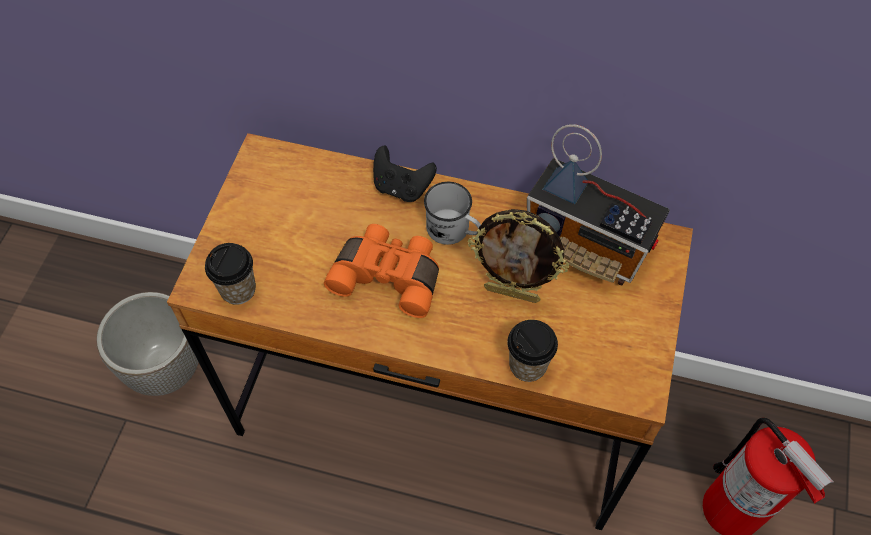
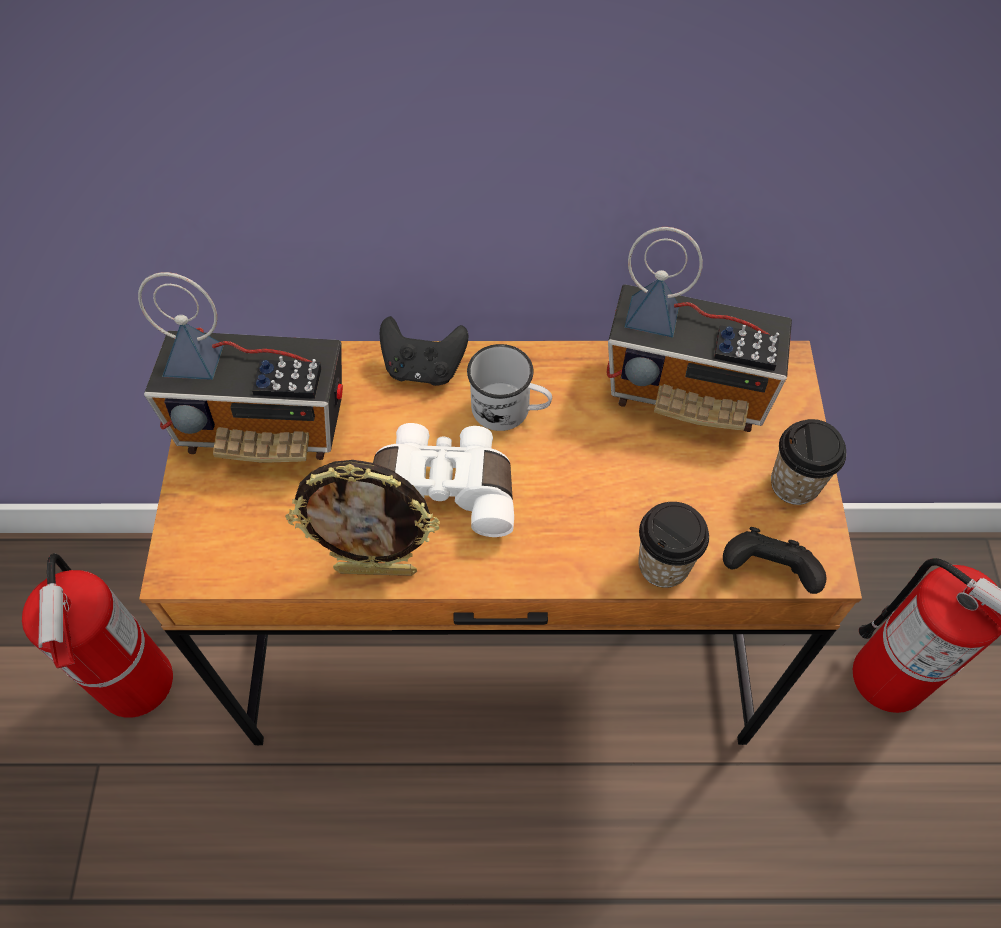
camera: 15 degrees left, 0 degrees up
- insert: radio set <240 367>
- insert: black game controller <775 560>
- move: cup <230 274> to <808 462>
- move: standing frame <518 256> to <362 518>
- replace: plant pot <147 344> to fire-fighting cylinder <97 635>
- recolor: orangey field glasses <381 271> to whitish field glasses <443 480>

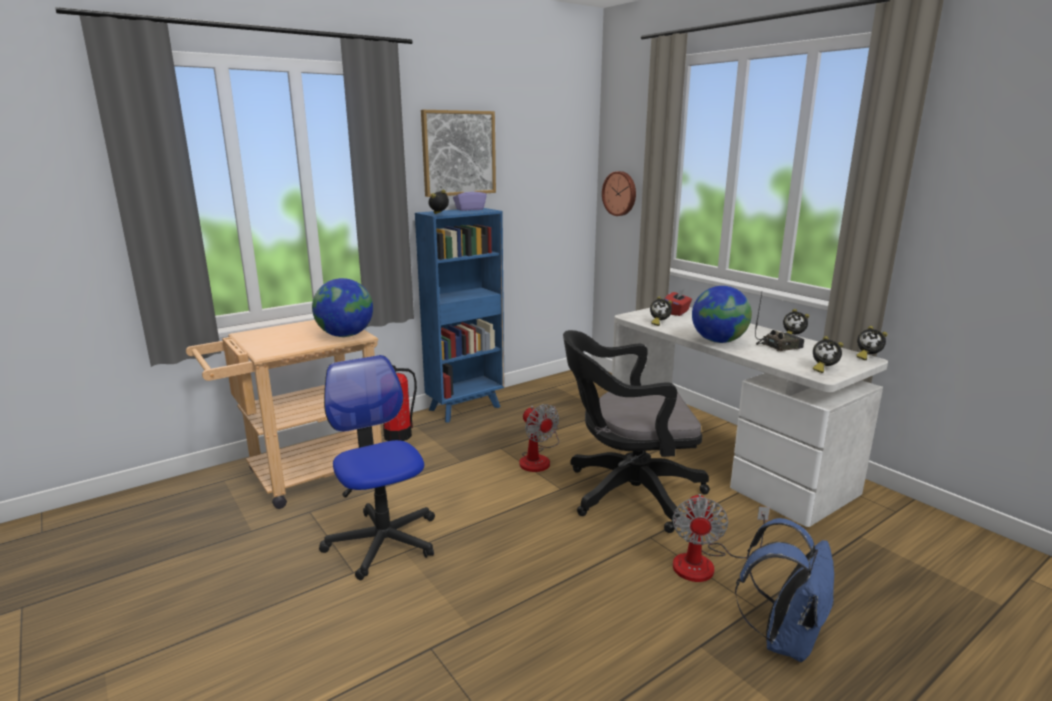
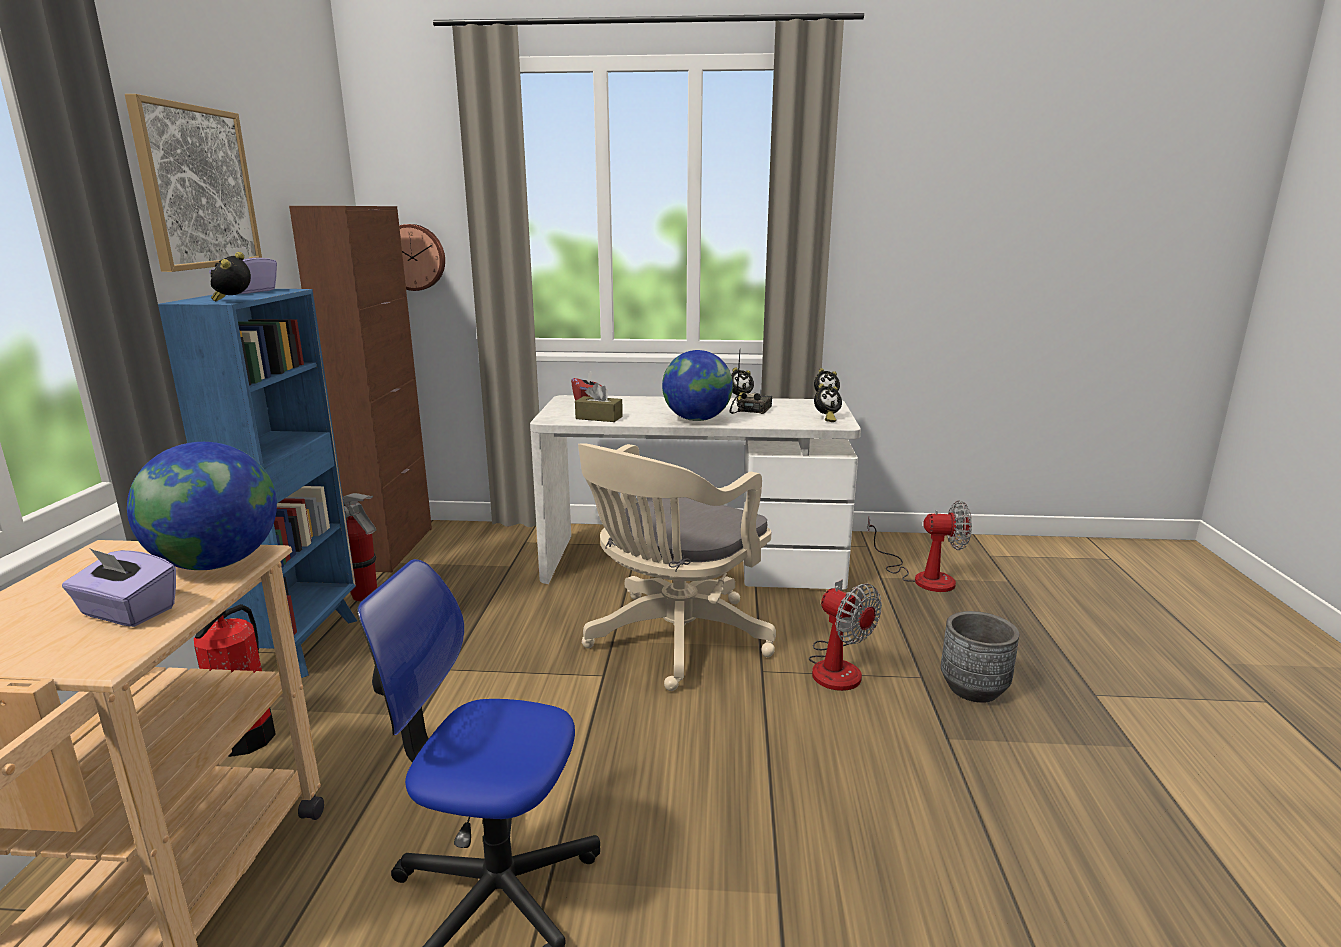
camera: 50 degrees left, 0 degrees up
- insert: purple-coloured tissue box <119 587>
- insert: brown cabinet <360 389>
- insert: fire-fighting cylinder <360 547>
- move: electric fan <539 438> to <919 546>
- replace: alarm clock <661 311> to brown tissue box <599 402>
- replace: bluish knapsack <784 590> to greyish plant pot <980 657>
- recolor: black computer chair <636 431> to sand-coloured computer chair <677 567>

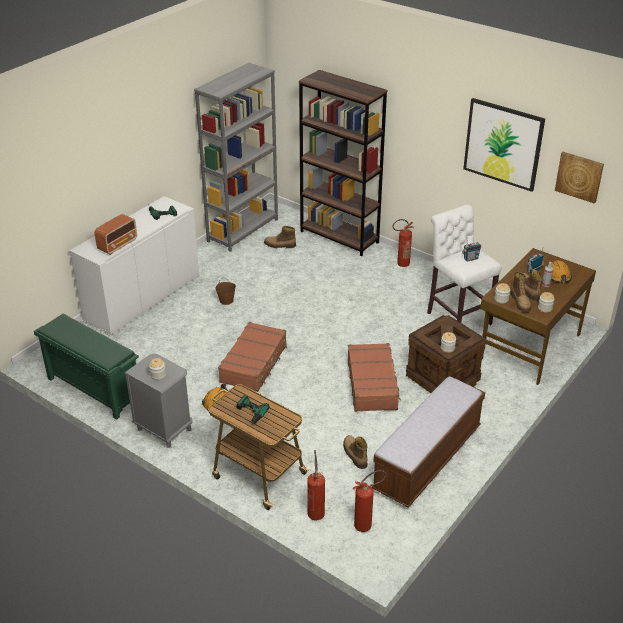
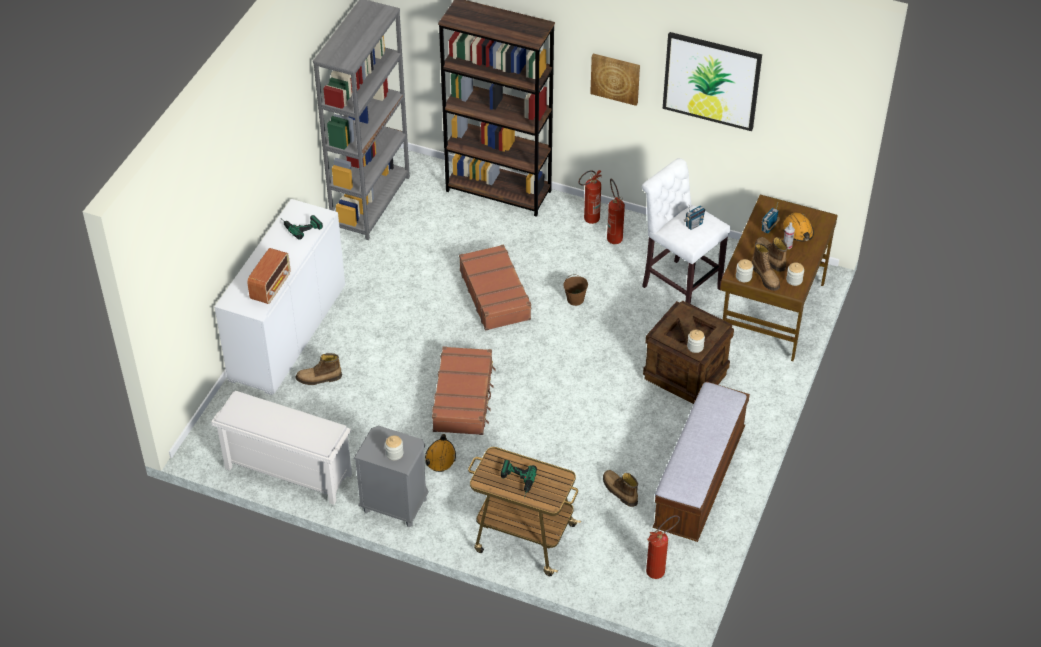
camera: 15 degrees left, 10 degrees up
- move: brown water bucket <225 291> to <576 290>
- move: boot <280 237> to <319 369>
- move: fire-fighting cylinder <316 485> to <616 211>
- move: brown travel case <374 377> to <495 287>
- move: wall picture <579 178> to <615 79>
- recolor: green shoe stand <86 367> to whitish shoe stand <281 448>

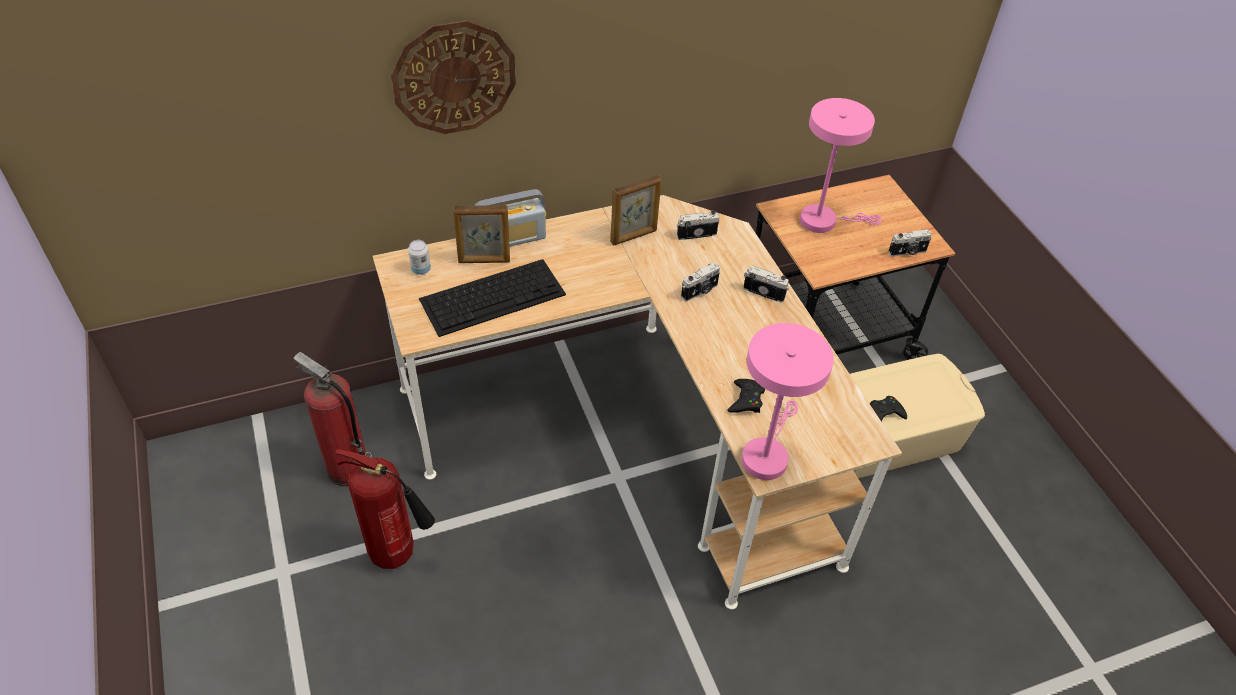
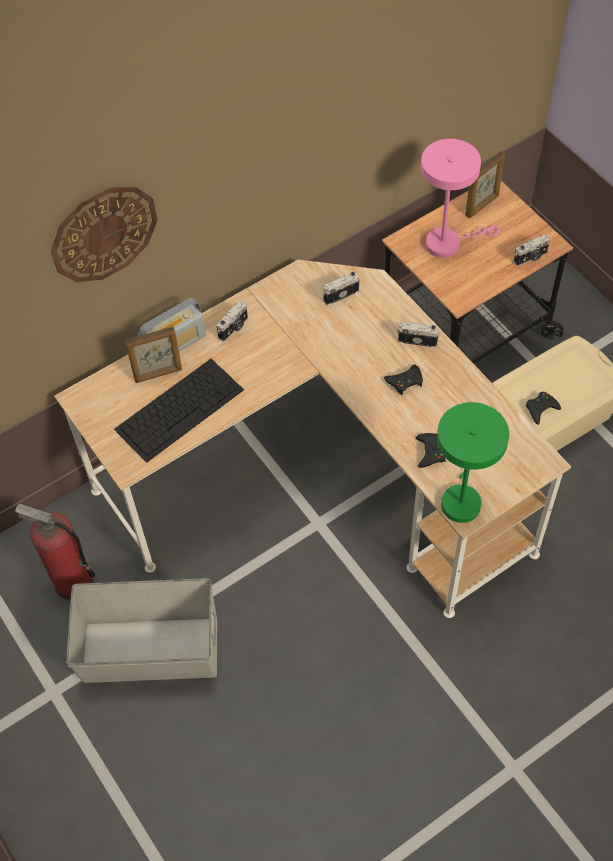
camera: 10 degrees left, 10 degrees up
- delete: can <419 257>
- insert: black game controller <403 379>
- move: standing frame <635 210> to <485 184>
- move: still camera <700 282> to <232 321>
- replace: fire-fighting cylinder <385 509> to greyish storage container <141 630>
- recolor: pink-coloured tabletop lamp <787 401> to green tabletop lamp <473 462>

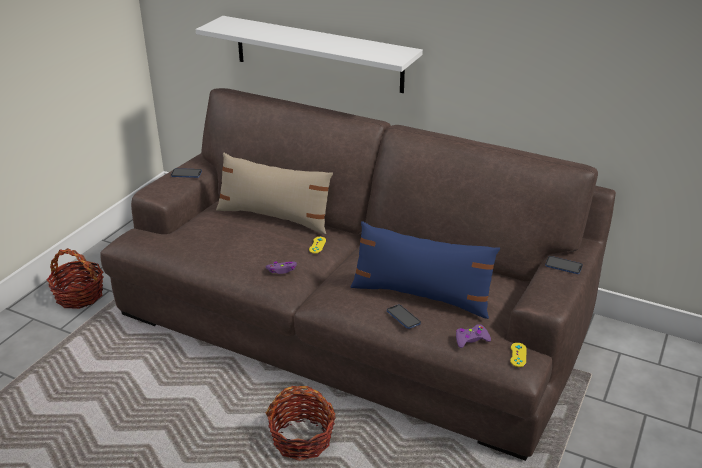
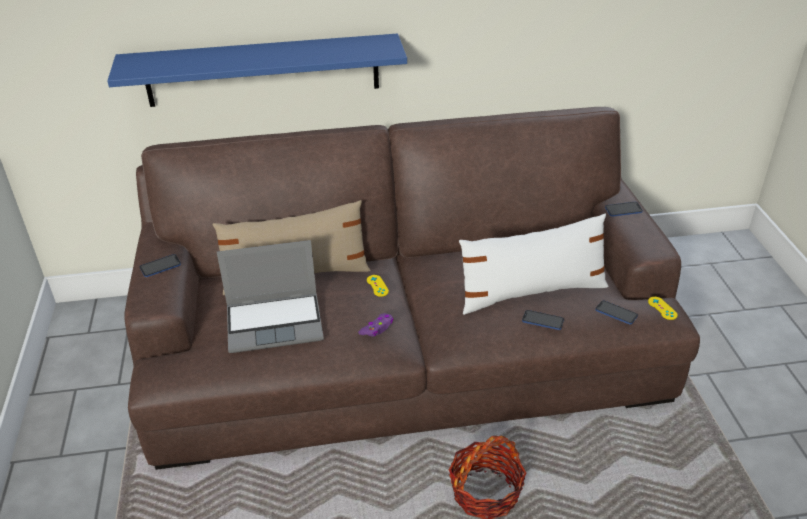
camera: 35 degrees left, 5 degrees up
- delete: household basket <75 278>
- insert: laptop <270 296>
- replace: purple-coloured game controller <473 336> to phone <616 312>
- recolor: whitish bracket shelf <309 54> to bluish bracket shelf <257 70>
- recolor: bluish pillow <425 270> to whitish pillow <534 264>

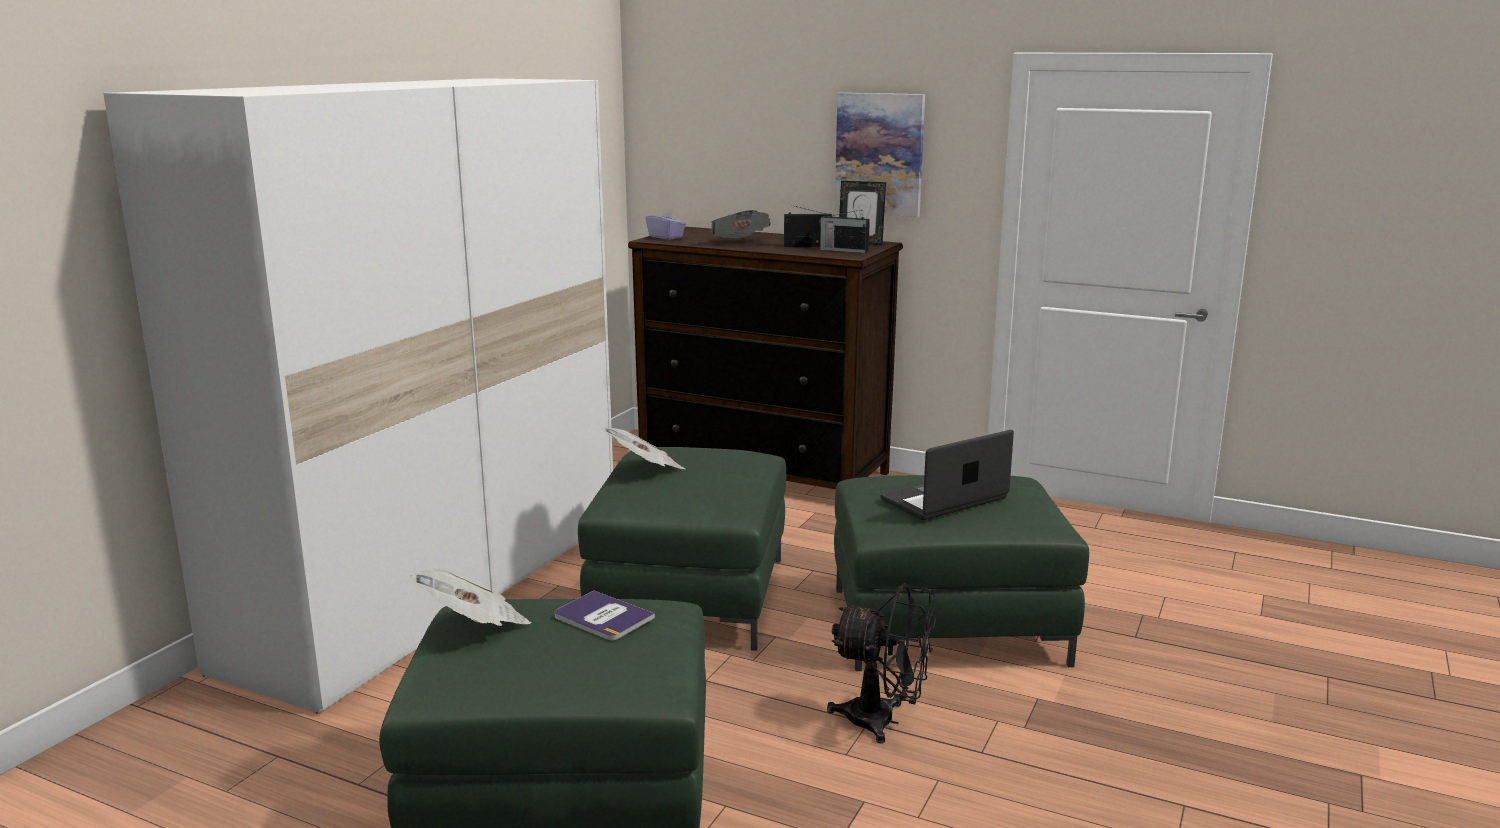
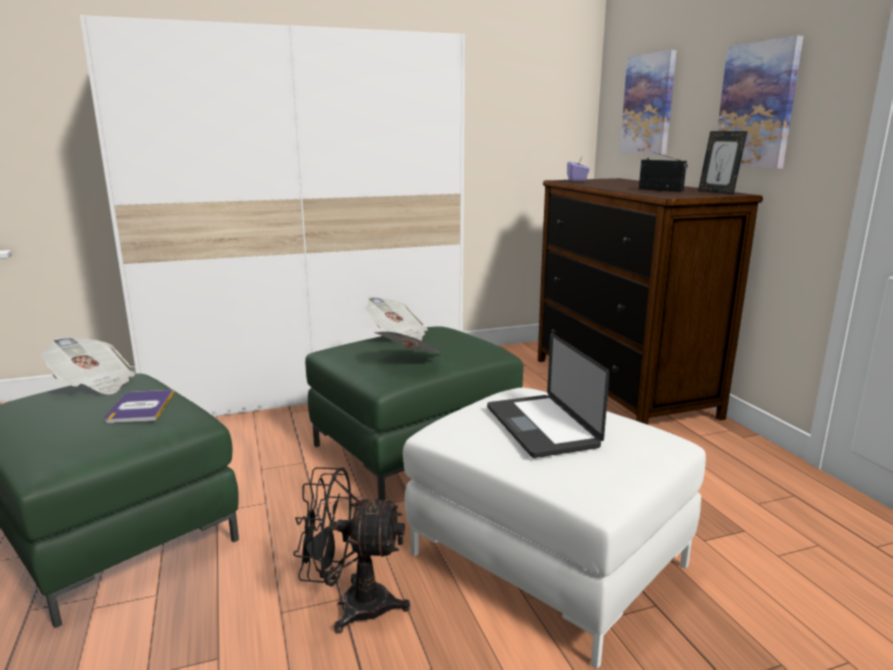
camera: 45 degrees right, 0 degrees up
- delete: radio set <844 231>
- insert: wall picture <648 102>
- move: newspaper <741 224> to <408 342>
- recolor: green ottoman <961 573> to whitish ottoman <554 528>
- rotate: black electric fan <881 663> = <351 550> 120 degrees clockwise
- rotate: laptop <947 475> = <548 395> 120 degrees counterclockwise

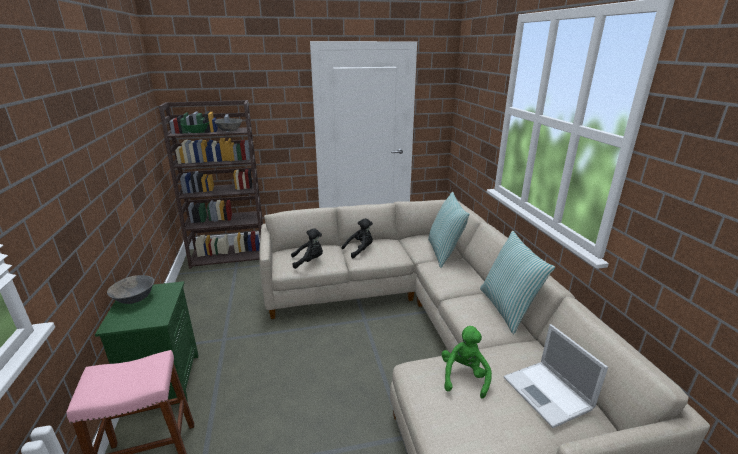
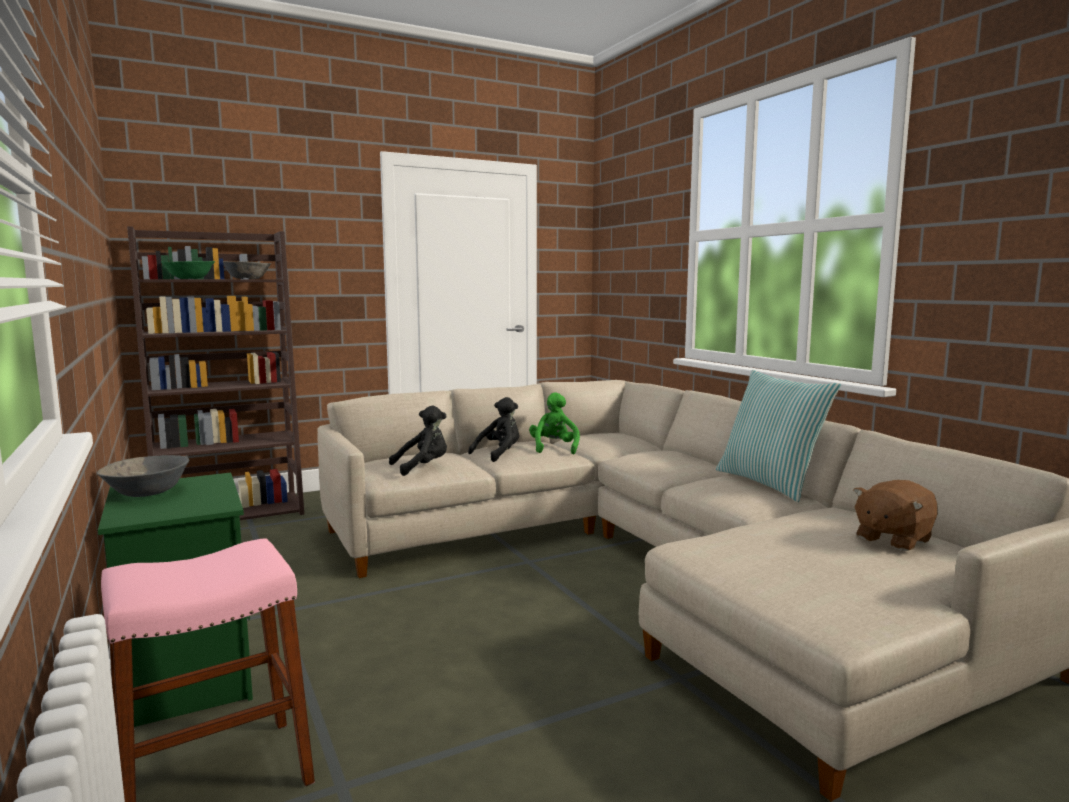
camera: 15 degrees left, 15 degrees down
- delete: pillow <448 230>
- move: green plush toy <466 362> to <554 423>
- replace: laptop <556 376> to brown plush toy <895 515>

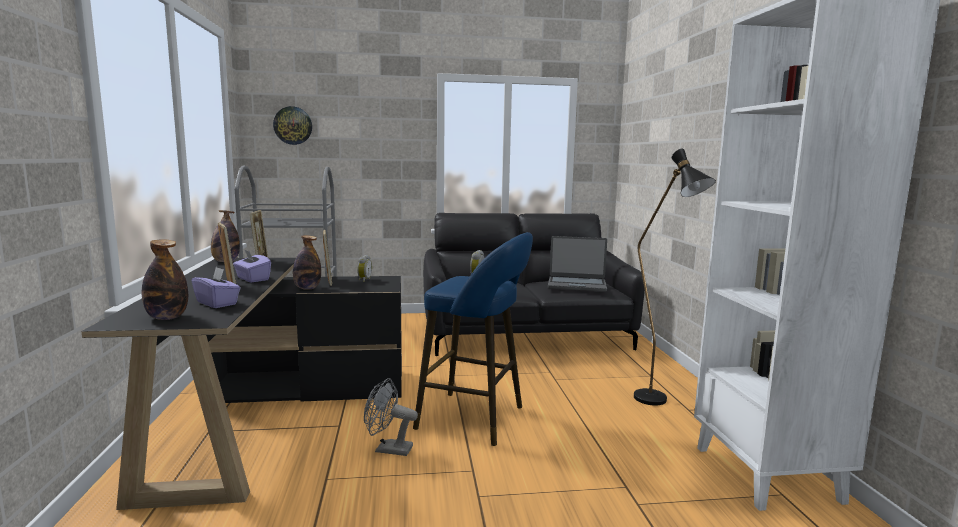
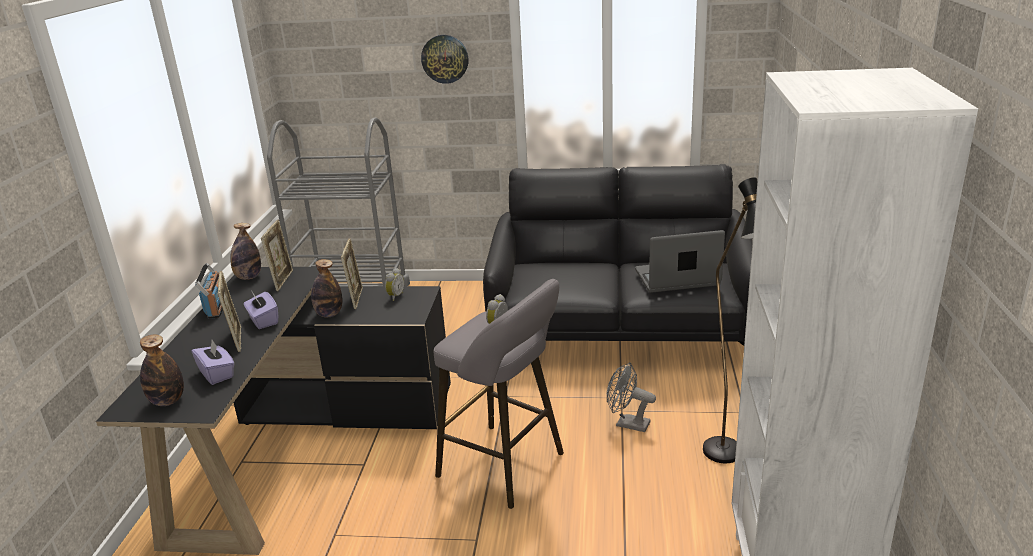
camera: 15 degrees right, 15 degrees up
- insert: radio set <209 291>
- move: wall clock <292 125> to <444 59>
- move: greyish electric fan <391 417> to <631 397>
- recolor: bluish stool seat <473 339> to greyish stool seat <499 394>
- rotate: laptop <577 264> = <680 261> 150 degrees clockwise

